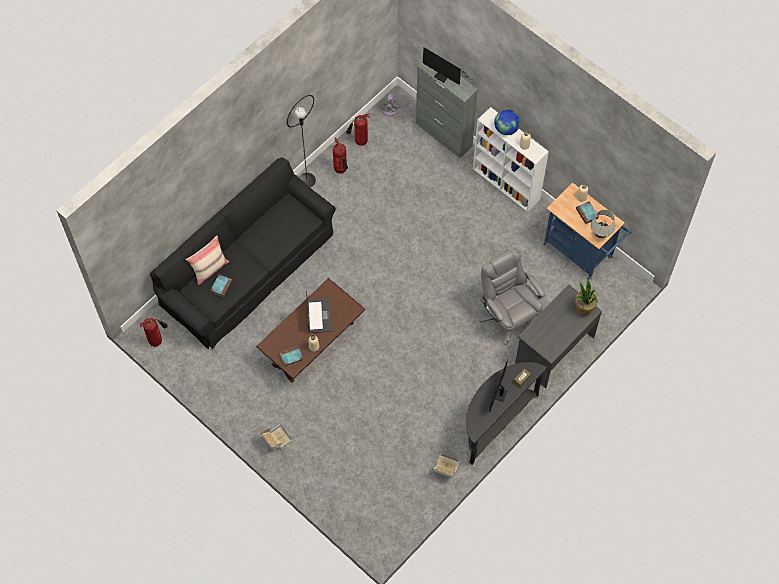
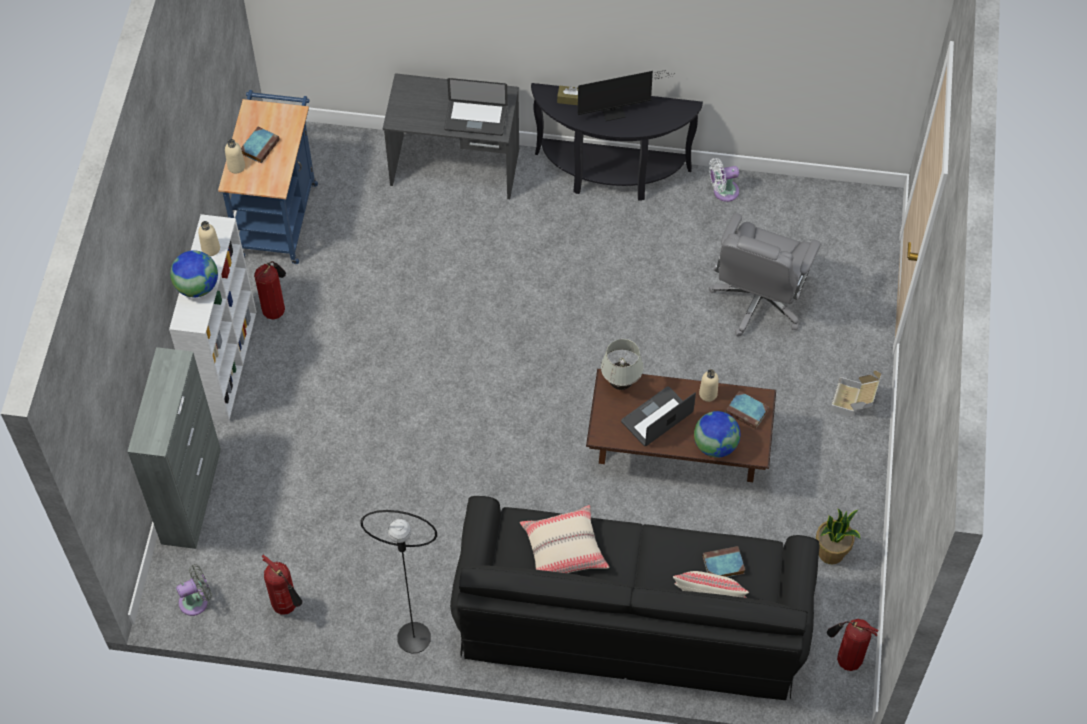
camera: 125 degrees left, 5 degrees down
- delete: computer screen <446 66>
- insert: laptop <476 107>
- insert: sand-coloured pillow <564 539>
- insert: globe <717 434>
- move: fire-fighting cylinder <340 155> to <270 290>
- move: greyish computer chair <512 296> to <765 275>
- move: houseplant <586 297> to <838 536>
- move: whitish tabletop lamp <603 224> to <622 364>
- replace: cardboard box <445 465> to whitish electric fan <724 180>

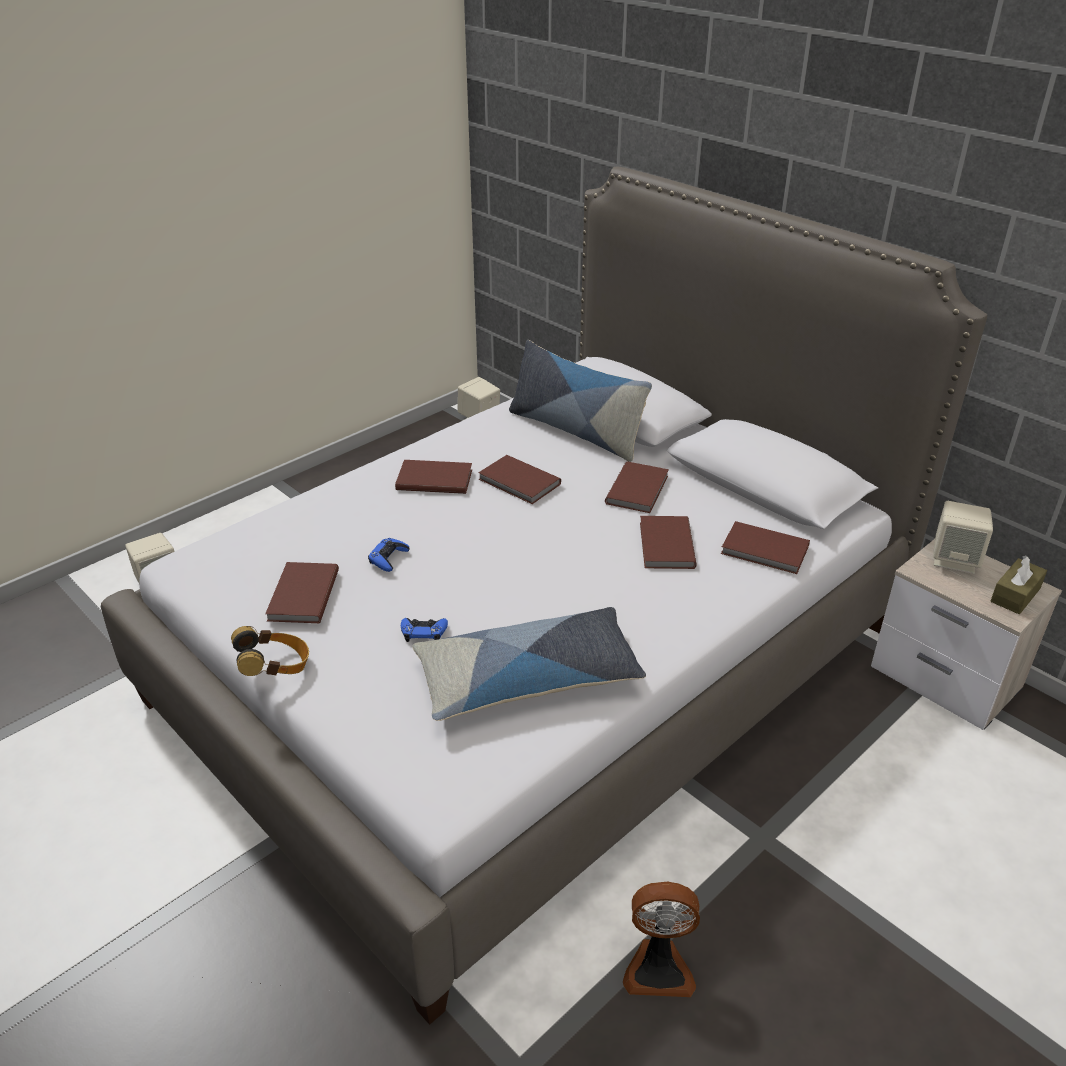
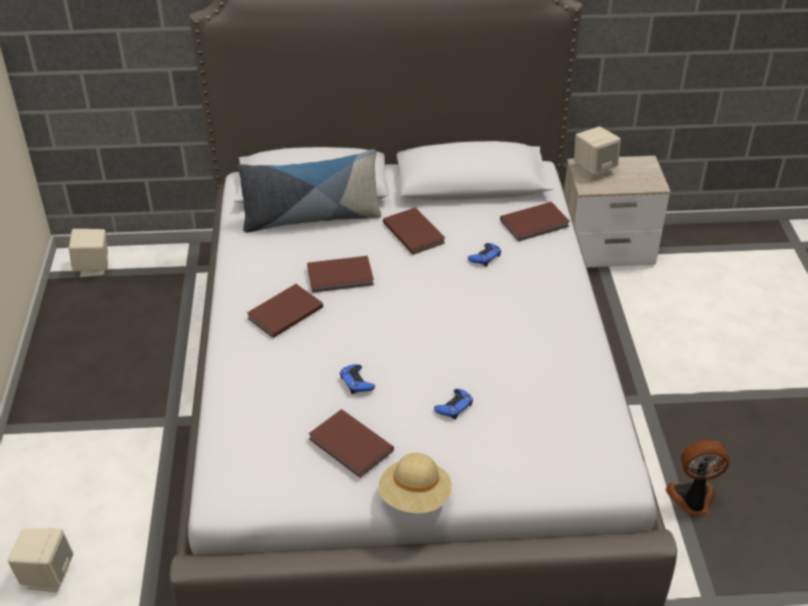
camera: 50 degrees left, 5 degrees up
- delete: pillow <529 664>
- delete: brown tissue box <1019 585>
- replace: headphones <270 651> to sand-coloured clothing hat <415 483>
- replace: brown book <668 542> to bluish game controller <484 255>
- rotate: electric fan <661 939> = <698 478> 135 degrees counterclockwise

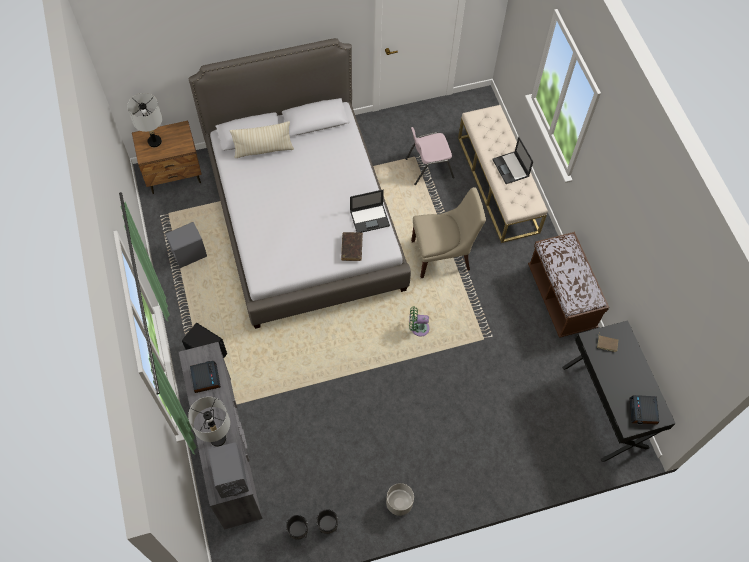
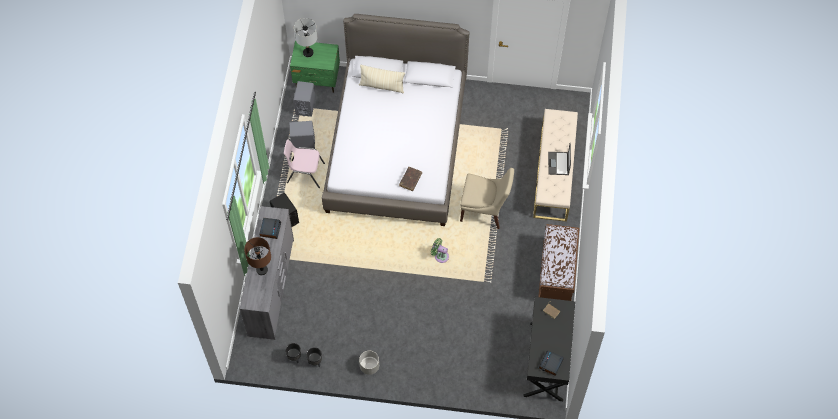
camera: 25 degrees right, 0 degrees up
- delete: laptop <370 211>
- move: greyish speaker <228 470> to <304 99>
- move: pink-coloured upright chair <430 156> to <304 163>
- recolor: brown night table <167 157> to green night table <315 66>
- recolor: greyish tabletop lamp <209 422> to brown tabletop lamp <257 256>

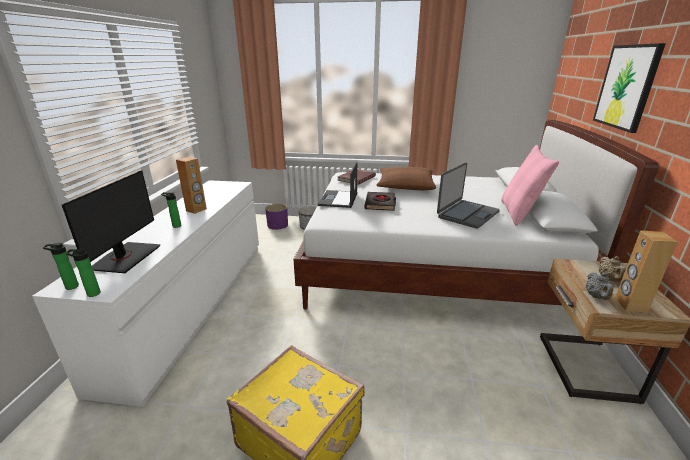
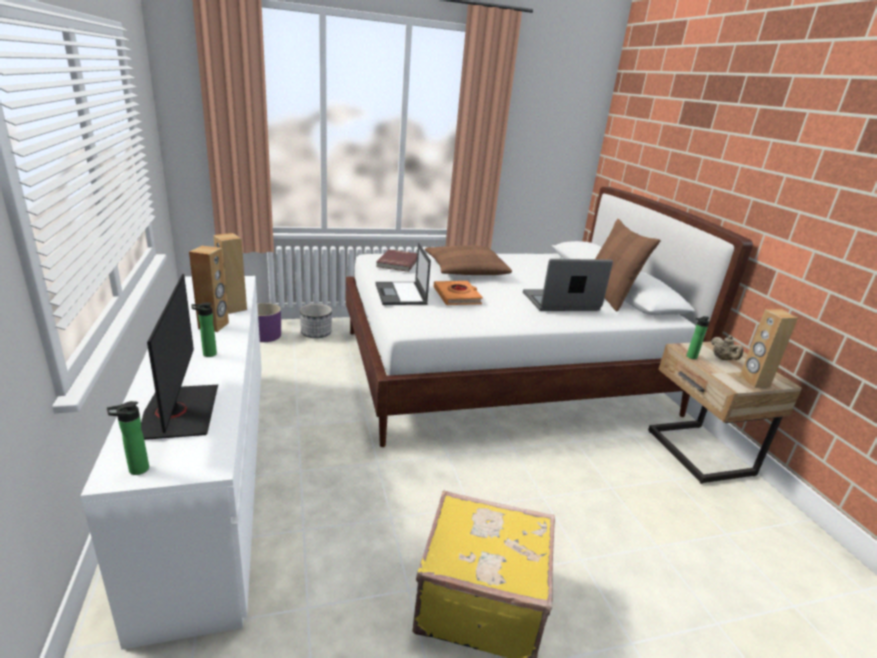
camera: 25 degrees left, 0 degrees up
- delete: greyish teapot <599 286>
- delete: wall picture <629 88>
- insert: brown speaker <230 273>
- move: drink bottle <83 272> to <698 337>
- recolor: black book <380 201> to orangey book <458 293>
- recolor: pink-coloured pillow <530 185> to brown pillow <628 265>
- rotate: laptop <468 195> = <568 285> 120 degrees counterclockwise

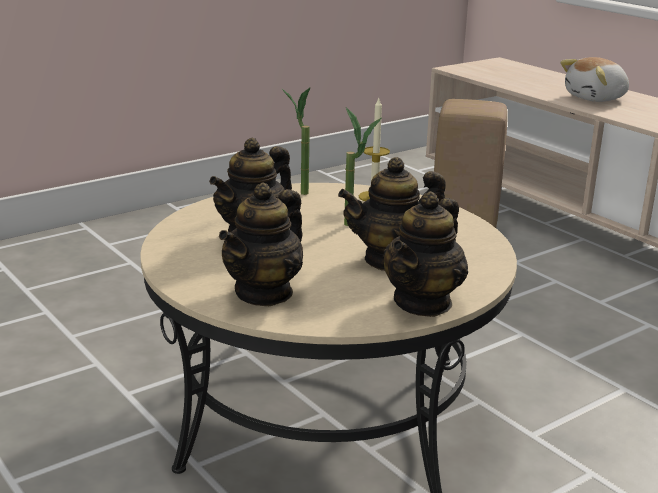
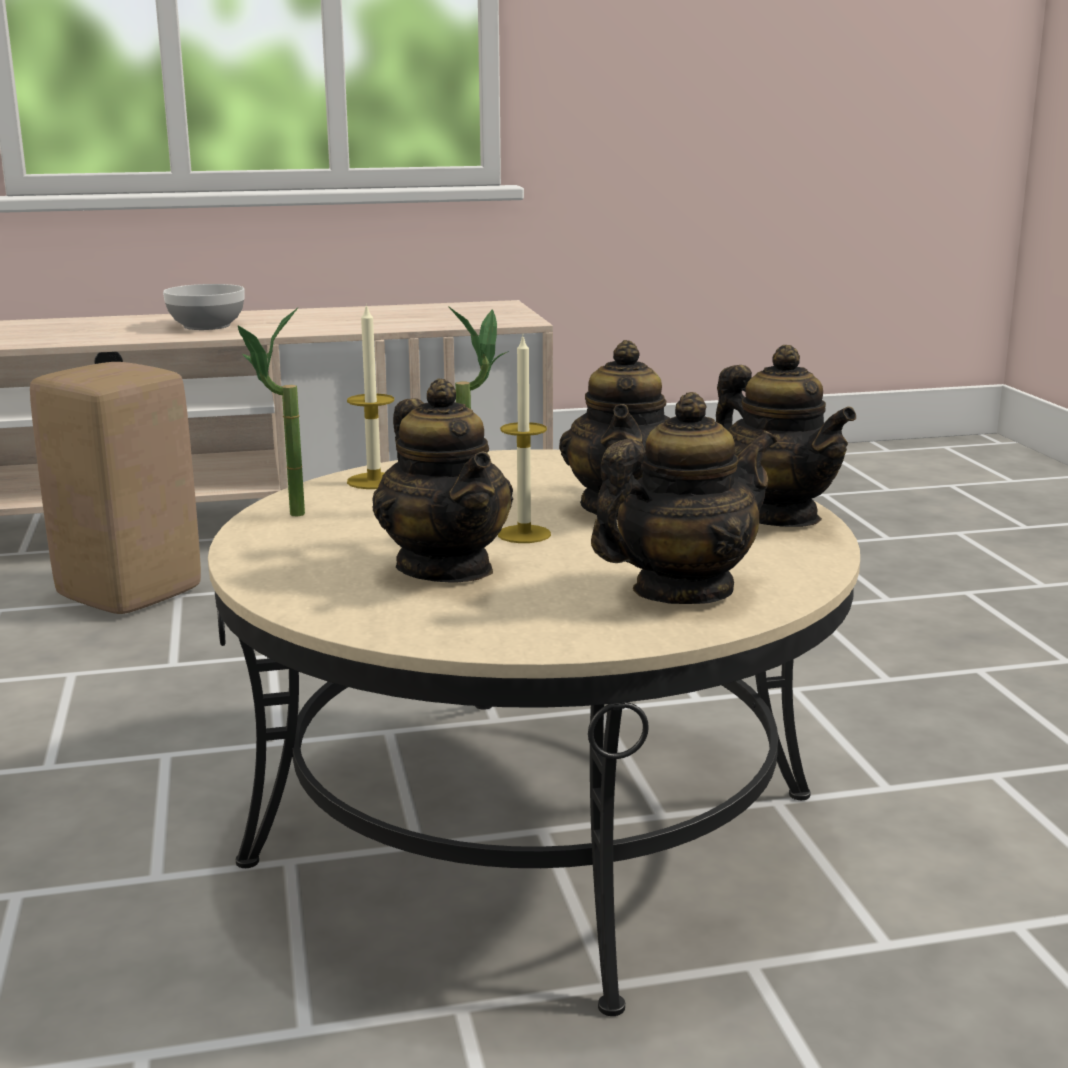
camera: 65 degrees left, 5 degrees down
- insert: wax candle <524 438>
- replace: plush toy <594 79> to bowl <204 307>
- rotate: teapot <261 244> = <684 498> 90 degrees counterclockwise

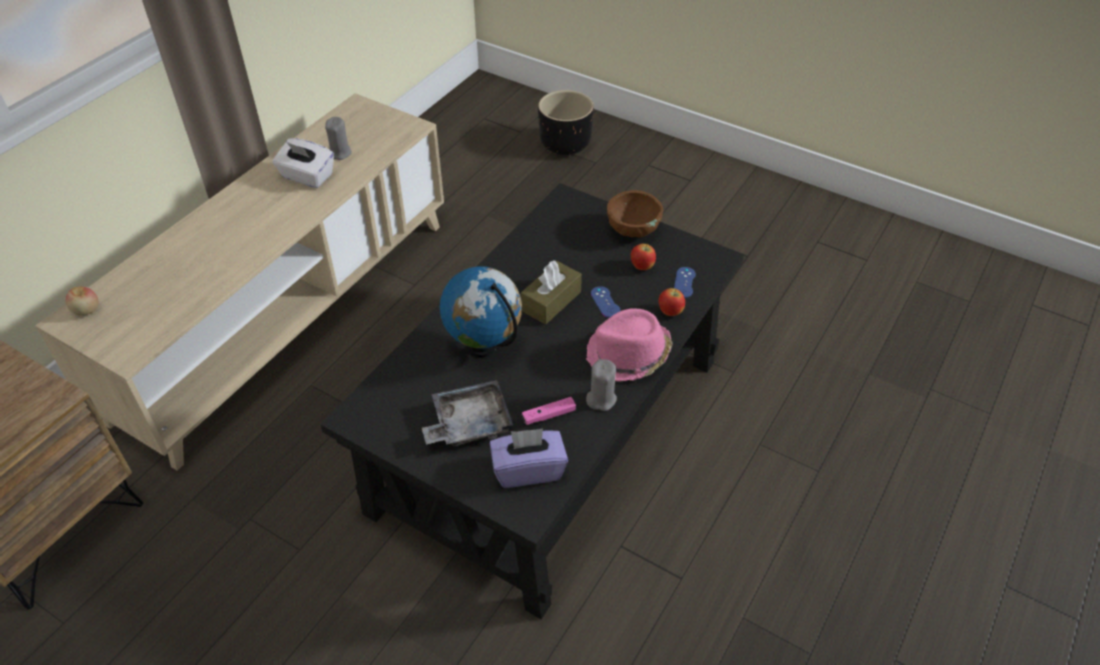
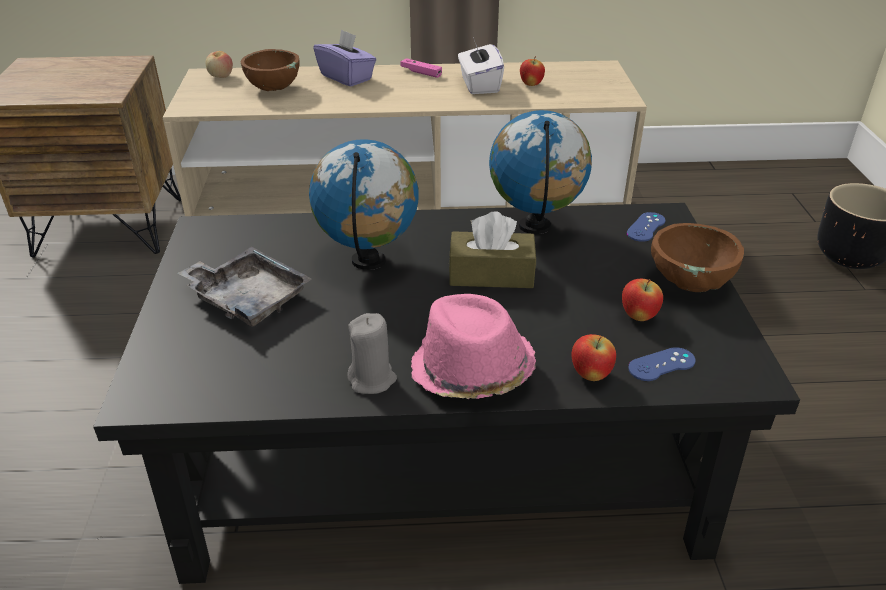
camera: 55 degrees right, 10 degrees down
- insert: brown bowl <270 70>
- insert: globe <540 172>
- move: purple-coloured tissue box <529 458> to <344 58>
- move: pink-coloured game controller <549 411> to <421 68>
- move: bluish game controller <605 302> to <646 227>
- replace: greyish wax candle <338 138> to apple fruit <532 71>

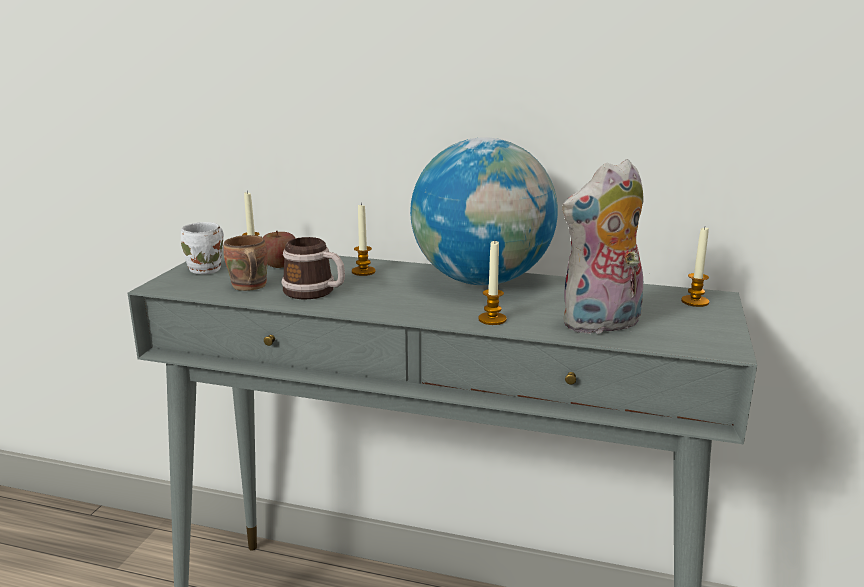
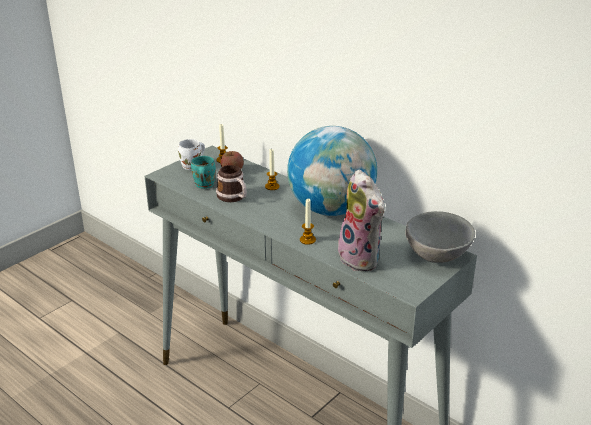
camera: 25 degrees right, 10 degrees up
- replace: wax candle <695 267> to greyish bowl <440 237>
- recolor: brown mug <245 263> to turquoise mug <203 172>
- rotate: plush toy <603 247> = <360 220> 120 degrees counterclockwise

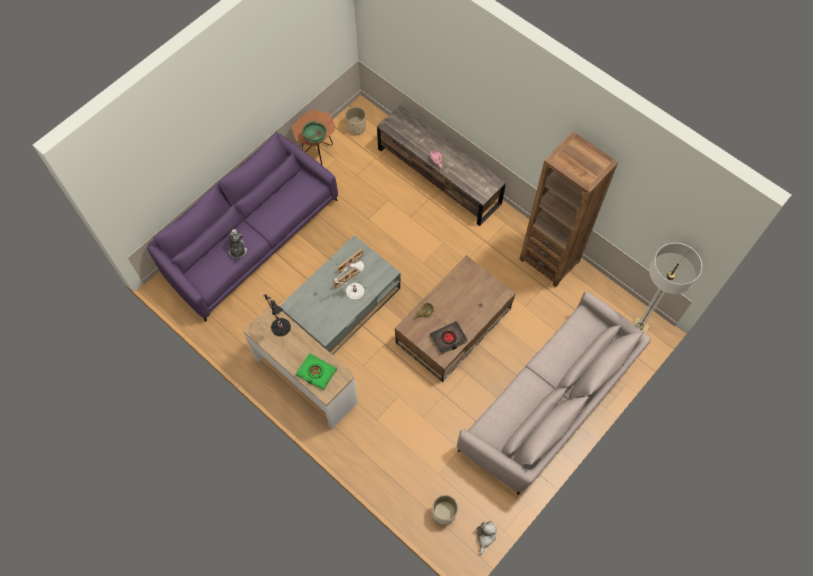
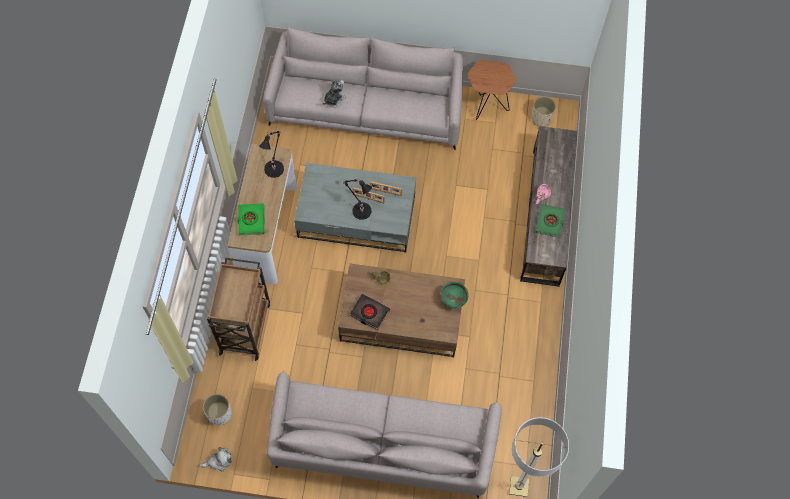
camera: 55 degrees right, 0 degrees up
- delete: brown bookshelf <568 209>
- insert: brown trolley <238 309>
- insert: green book <550 221>
- move: green bowl <314 132> to <455 295>
- recolor: purple-coloured settee <242 226> to greyish settee <363 88>
- recolor: whitish tabletop lamp <348 280> to black tabletop lamp <357 199>

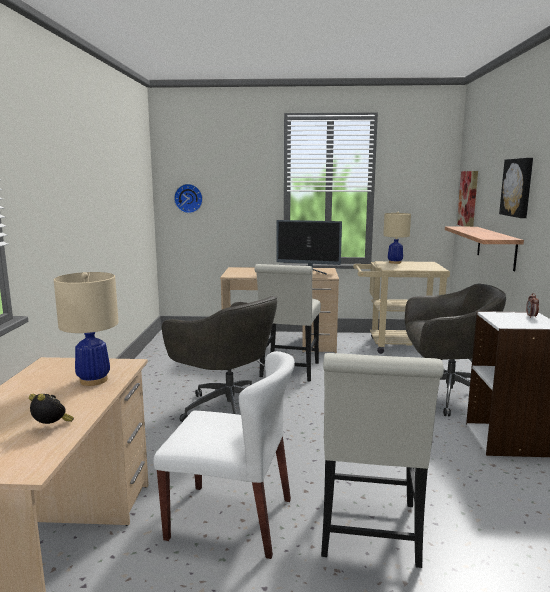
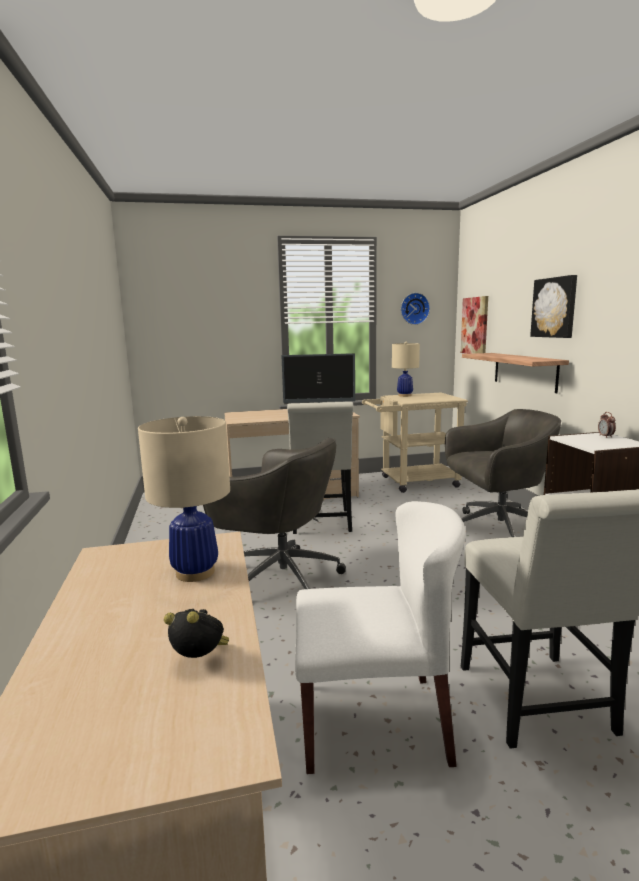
camera: 15 degrees left, 0 degrees up
- move: wall clock <188 198> to <415 309>

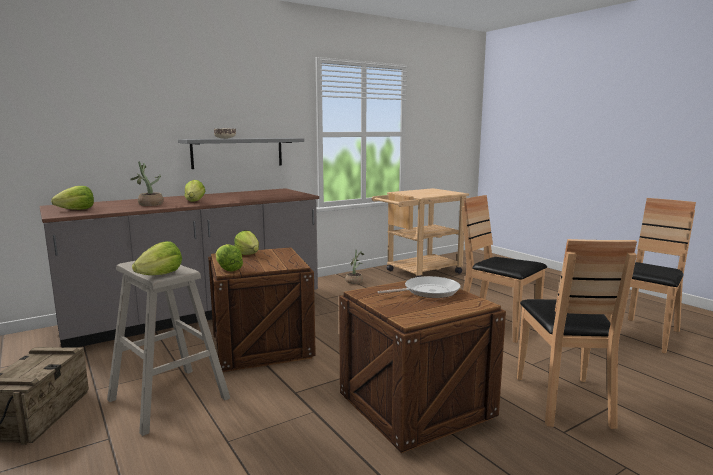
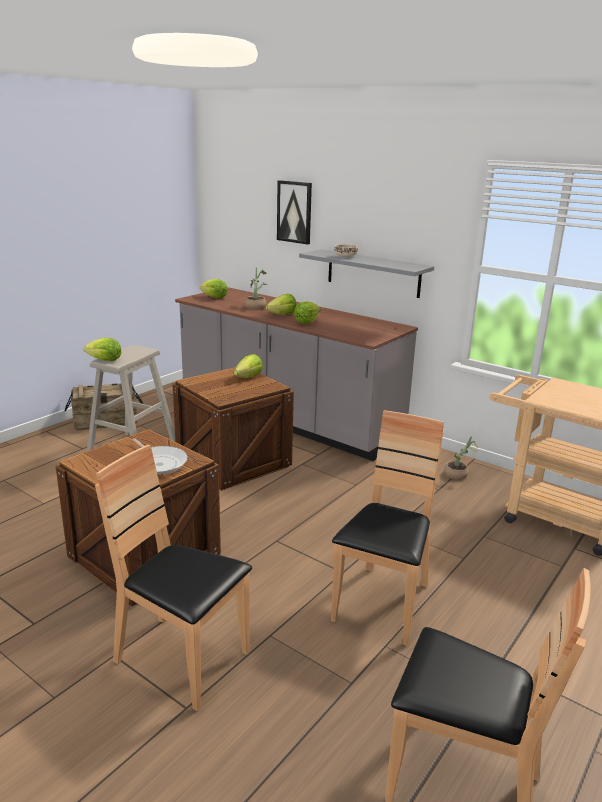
camera: 70 degrees right, 10 degrees up
- insert: wall picture <294 212>
- move: lettuce <229 258> to <307 312>
- rotate: brown upright chair <577 334> = <173 578> 45 degrees clockwise

